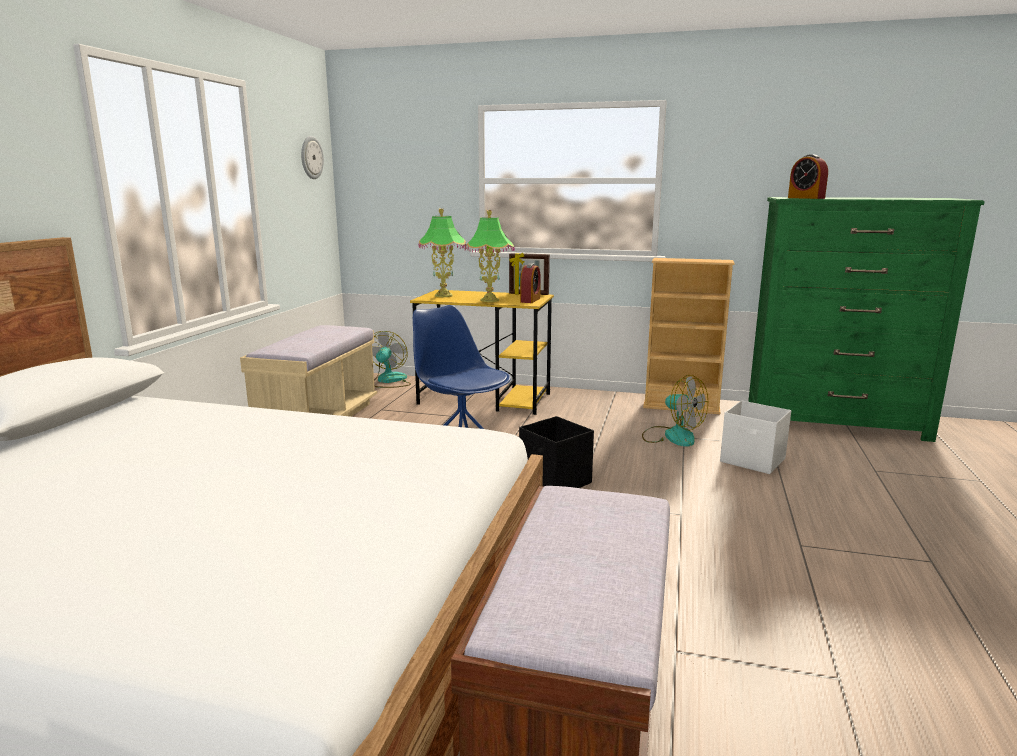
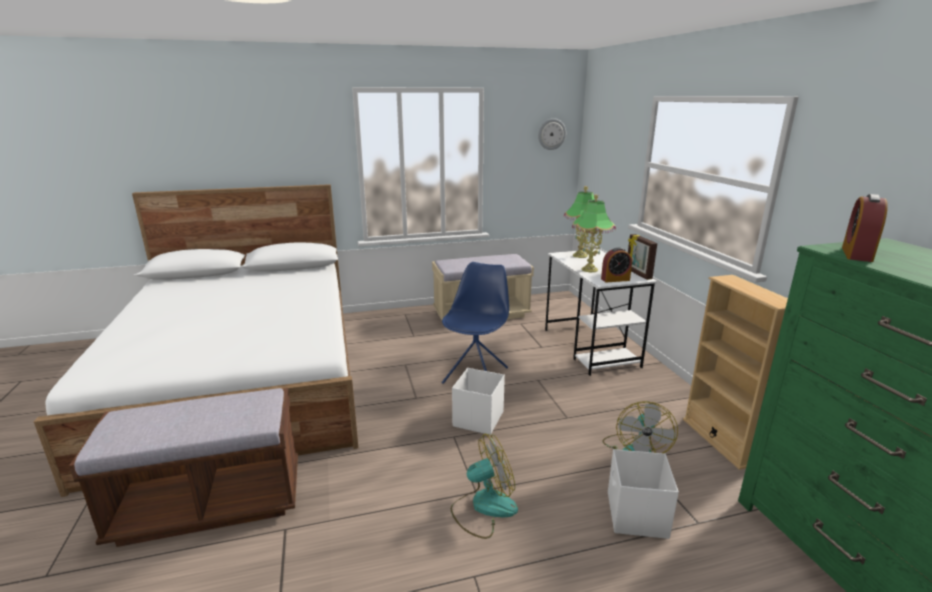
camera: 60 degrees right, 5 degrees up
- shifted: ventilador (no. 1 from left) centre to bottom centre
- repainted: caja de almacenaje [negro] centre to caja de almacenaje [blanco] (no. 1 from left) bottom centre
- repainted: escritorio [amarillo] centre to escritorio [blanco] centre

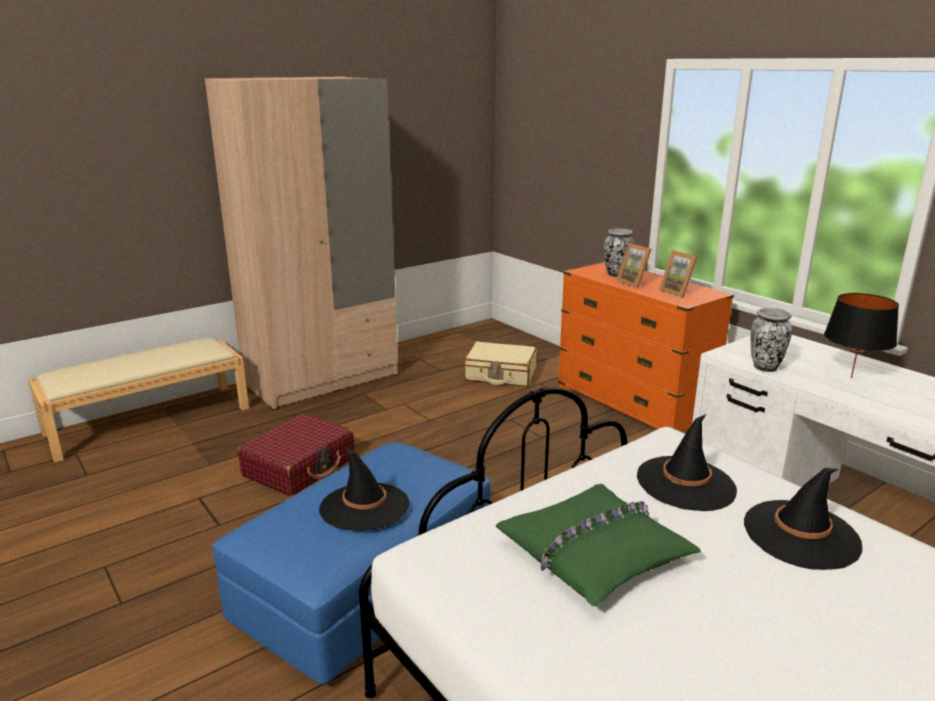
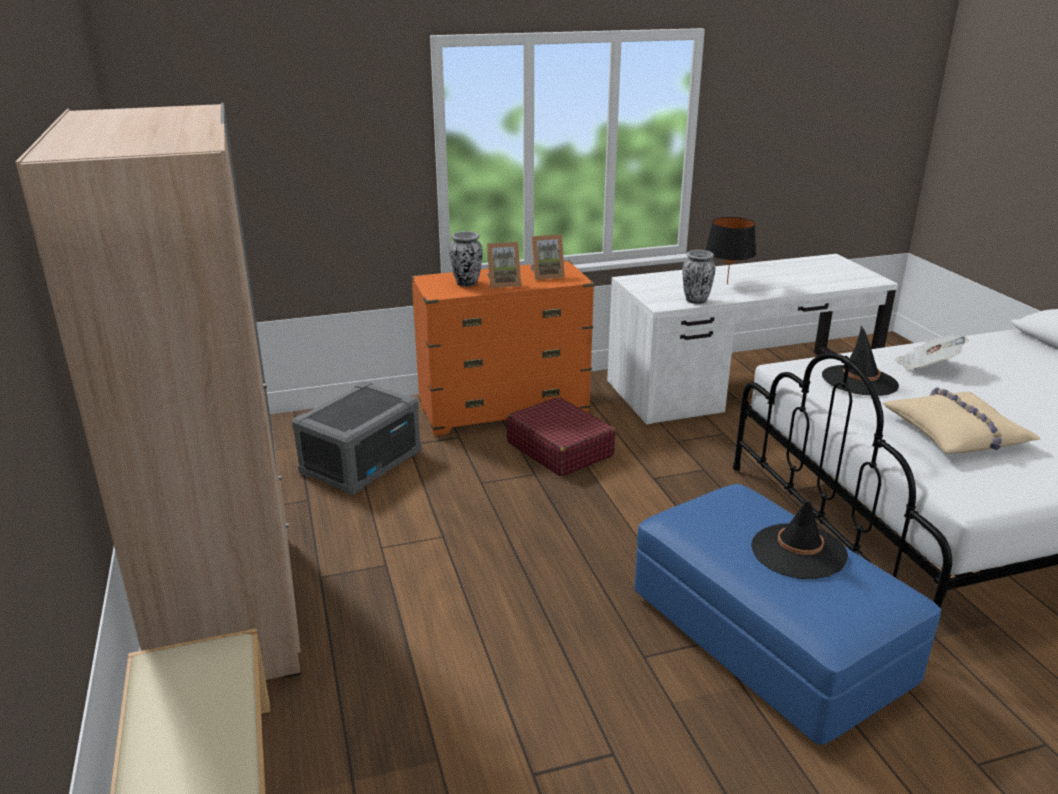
camera: 70 degrees left, 5 degrees up
- swapped: maleta [beis] centre to caja de almacenaje [gris] centre
- shifted: maleta [rojo] middle left to centre
- repainted: cojín [verde] bottom centre to cojín [beis] middle right
- swapped: sombrero [negro] (no. 3 from left) bottom right to periódico middle right

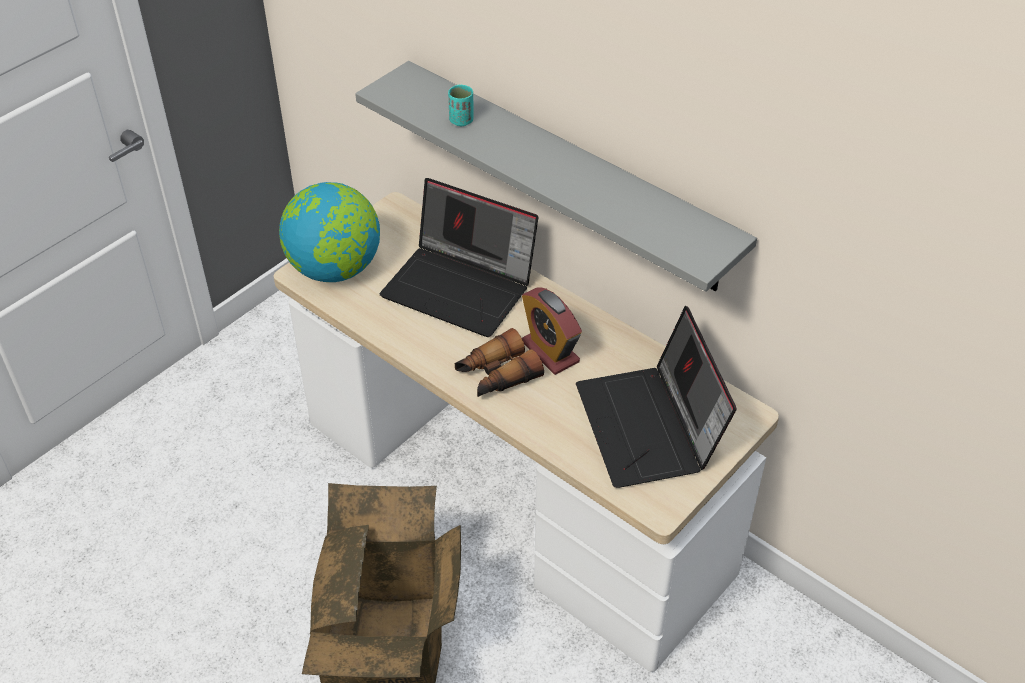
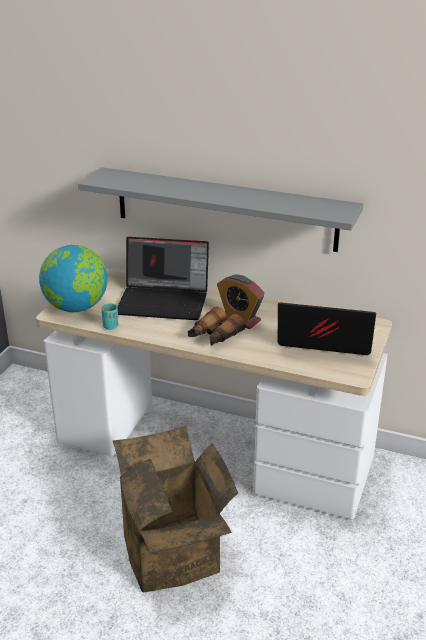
camera: 20 degrees left, 15 degrees down
- shifted: taza [turquesa] top centre to middle left
- rotated: portátil (no. 2 from left) centre = middle right 135 degrees clockwise

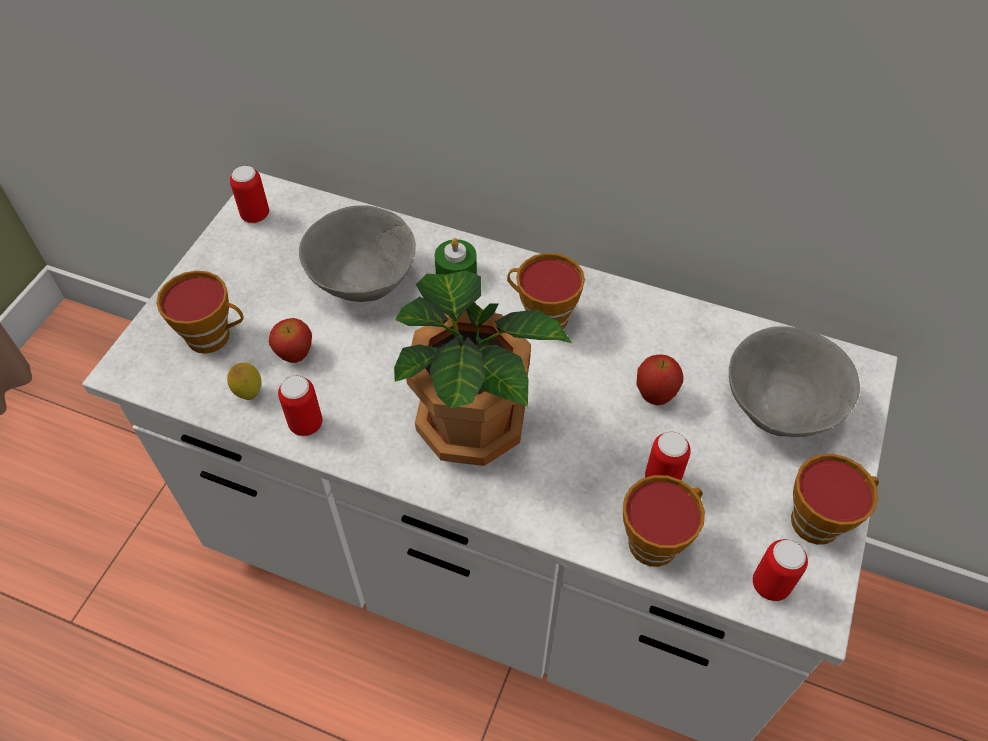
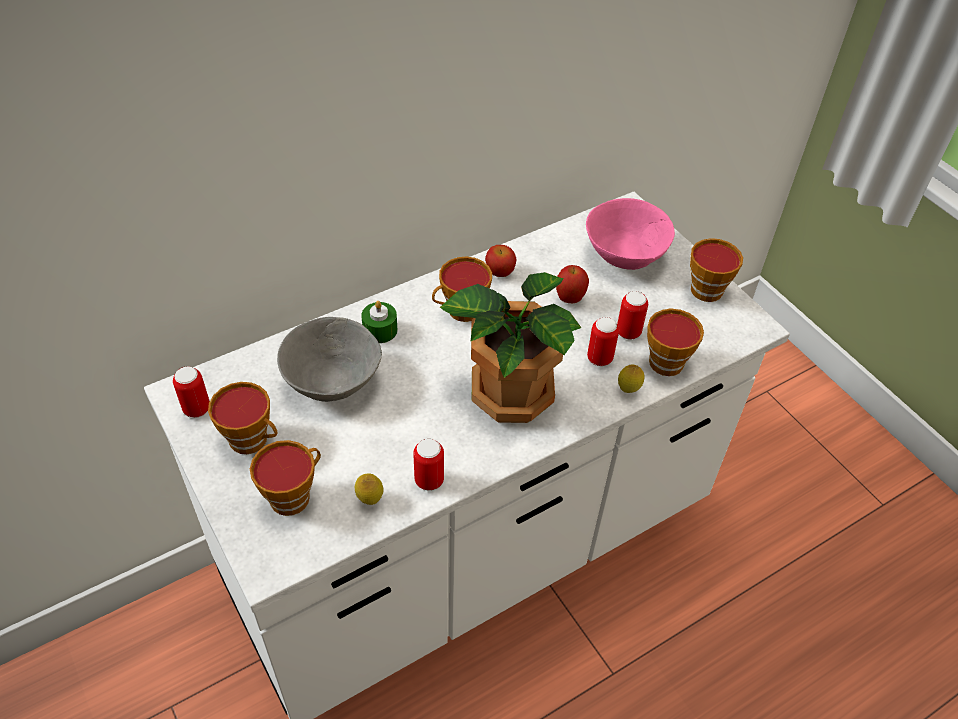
camera: 55 degrees left, 5 degrees down
- new: taza (no. 1 from left) middle left
- shifted: manzana (no. 1 from left) middle left to centre
- repainted: cuenco [gris] (no. 2 from left) middle right to cuenco [rosa] top centre
- shifted: lata (no. 4 from left in the first image) bottom right to lata (no. 3 from left) centre
- new: limón (no. 2 from left) centre

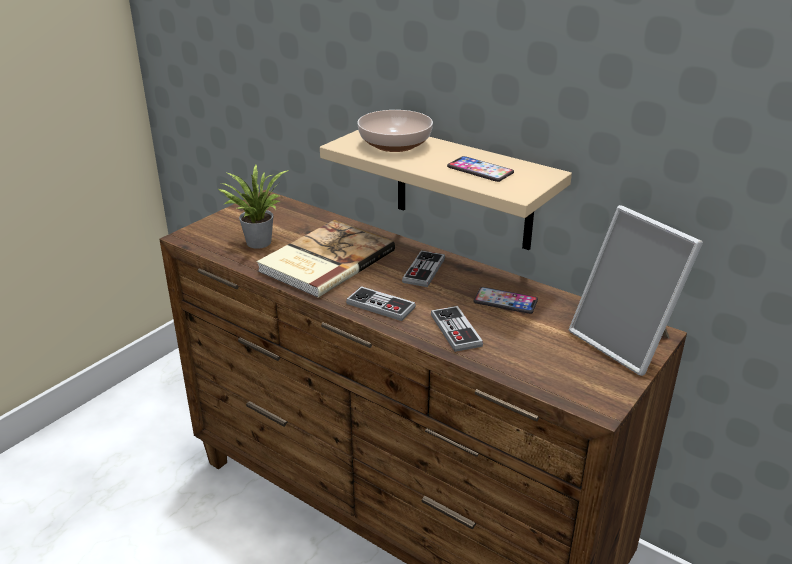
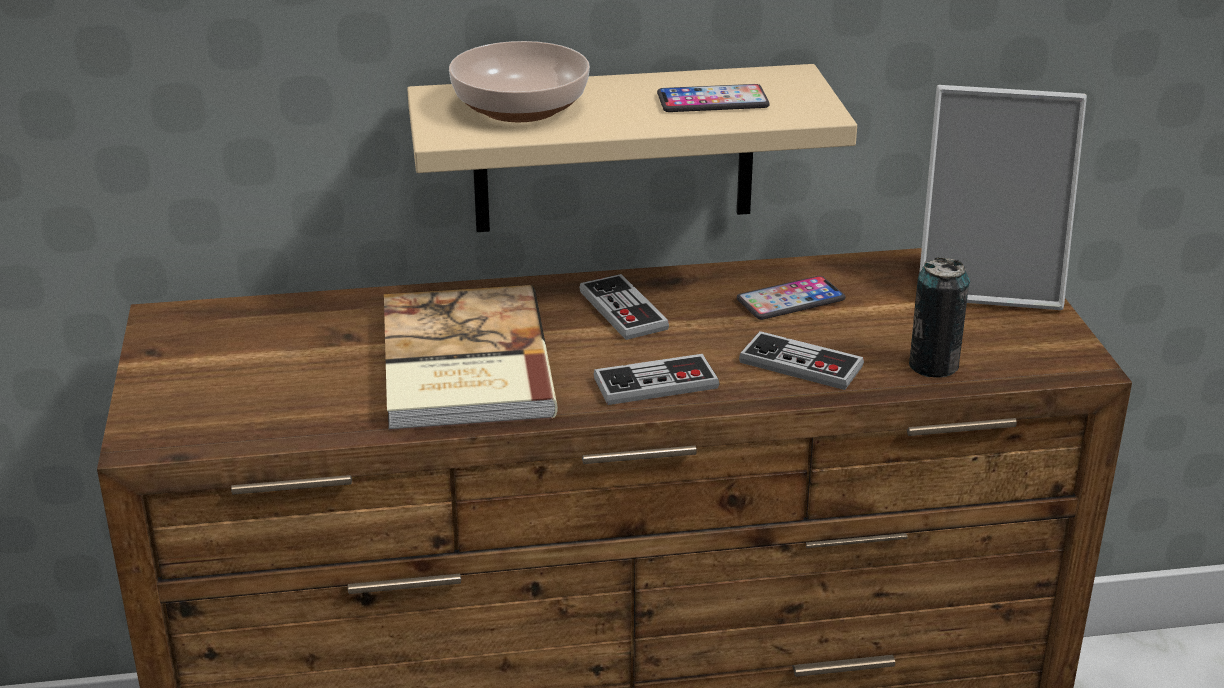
camera: 45 degrees left, 0 degrees up
- new: lata middle right
- gone: planta en maceta middle left

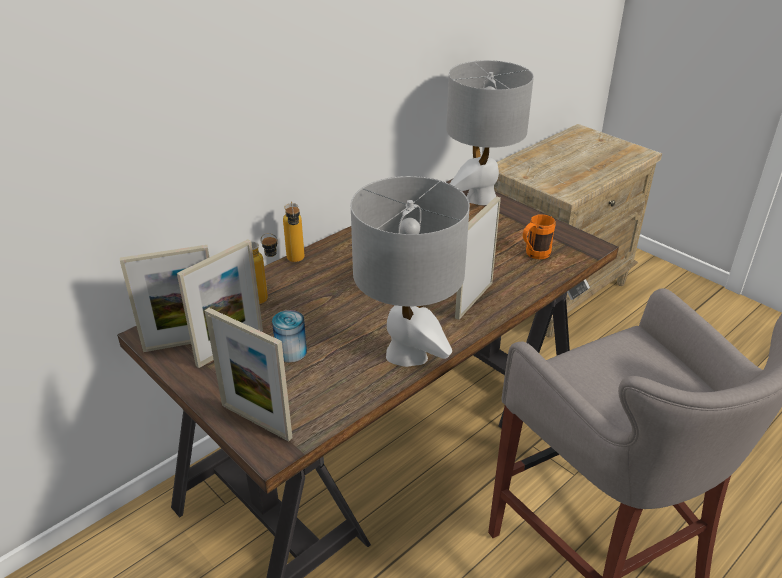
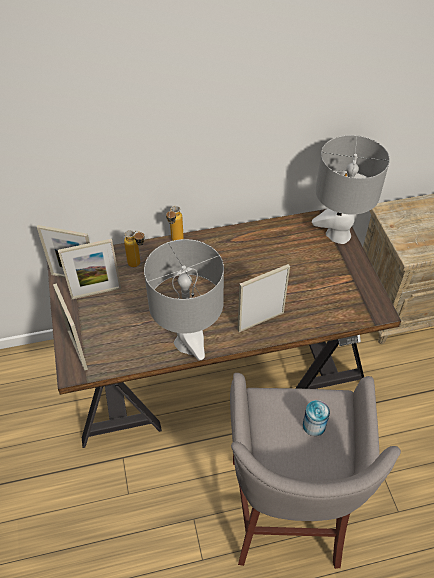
camera: 30 degrees right, 15 degrees up
- shifted: lata centre to bottom right
- gone: taza grande [naranja] middle right

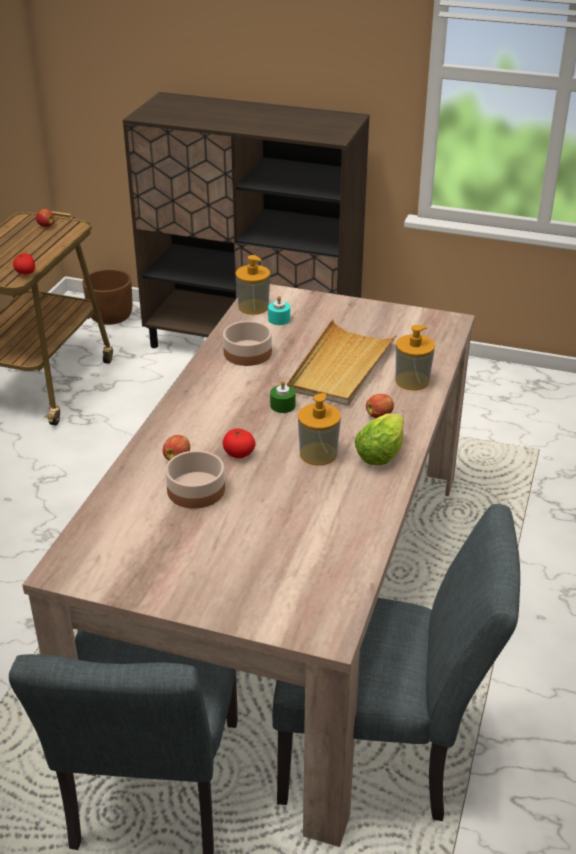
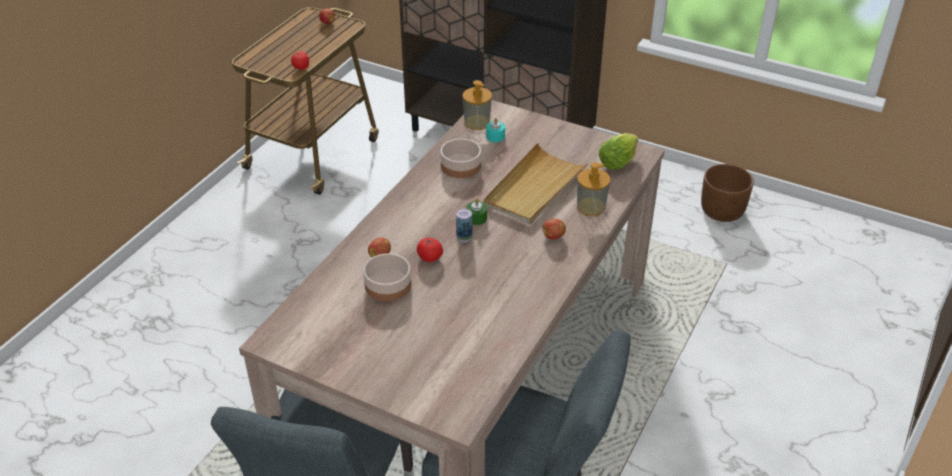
camera: 10 degrees right, 5 degrees up
- new: lata centre
- shifted: lechuga centre to top centre
- shifted: maceta [marrón] middle left to middle right
- gone: dispensador de jabón (no. 2 from left) centre

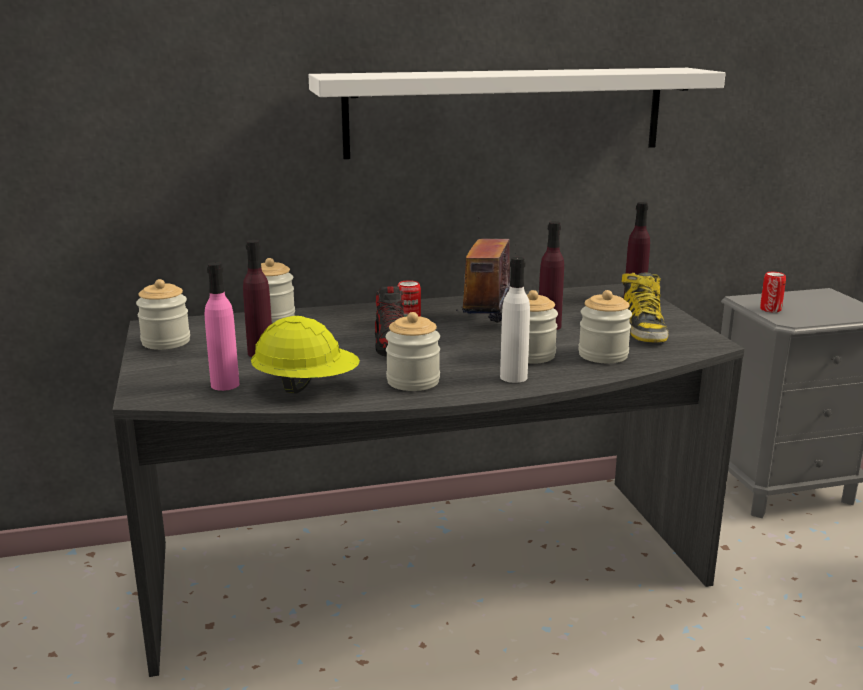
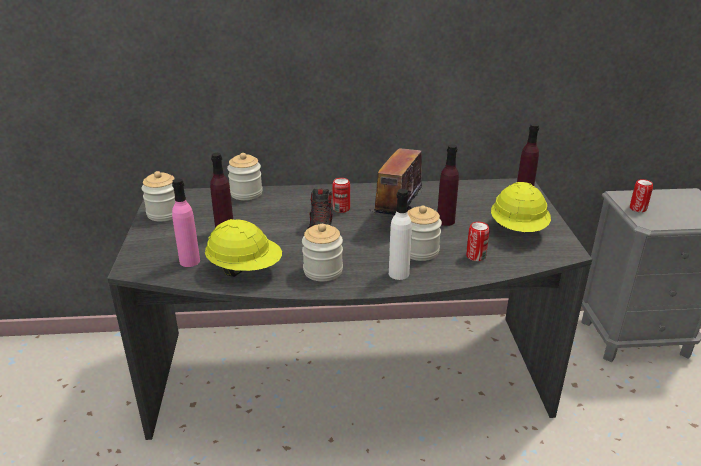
camera: 10 degrees right, 10 degrees up
- swapped: tarro (no. 5 from left) middle right to lata (no. 2 from left) middle right
- swapped: bota middle right to casco [amarillo] (no. 2 from left) middle right
- gone: estante [blanco] top centre

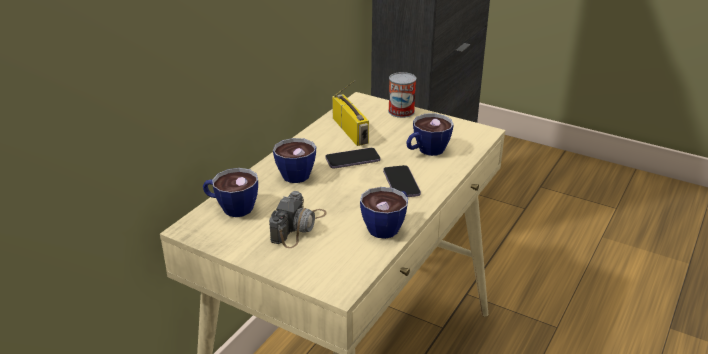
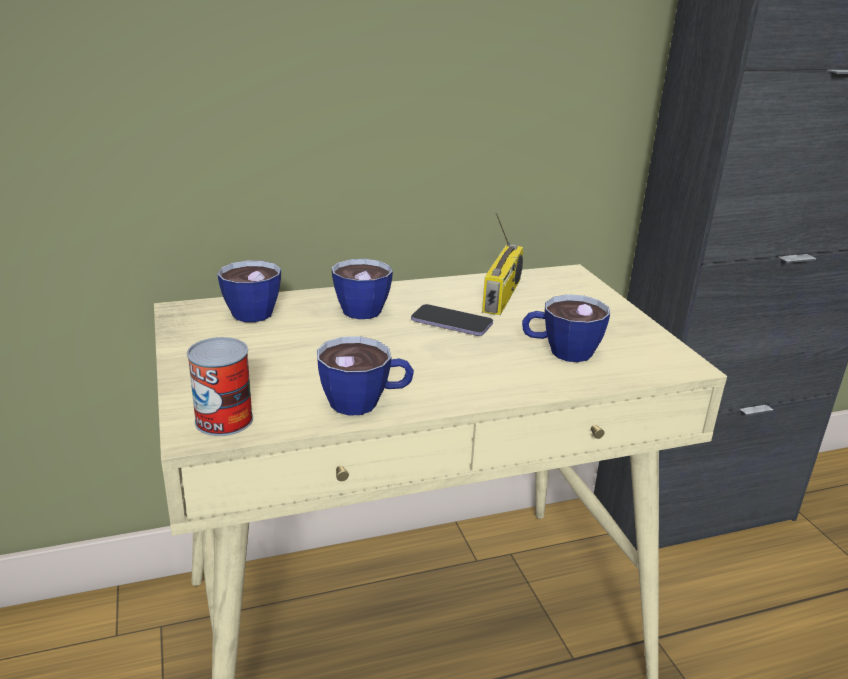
camera: 40 degrees right, 5 degrees down
- shifted: lata top centre to middle left
- gone: cámara centre
- gone: móvil (no. 2 from left) centre

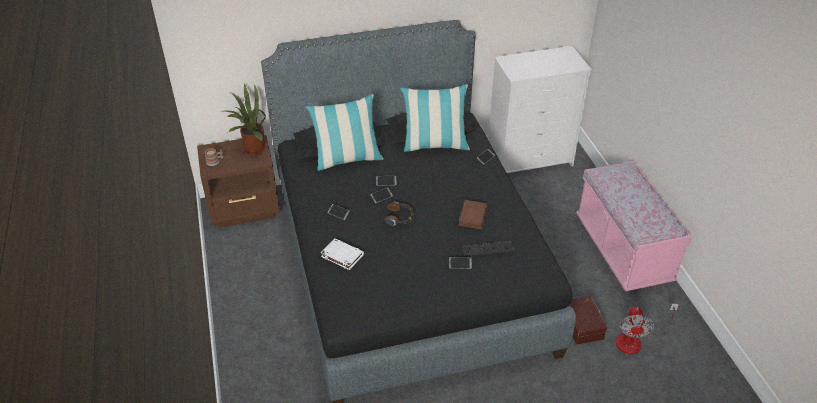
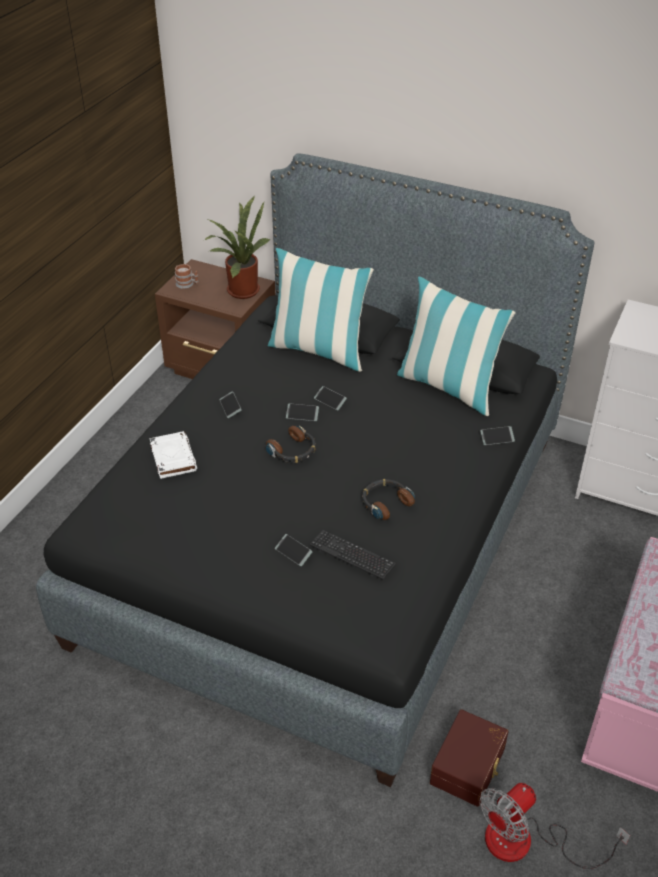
camera: 40 degrees right, 0 degrees up
- swapped: libro [marrón] centre to auriculares (no. 2 from left) centre

